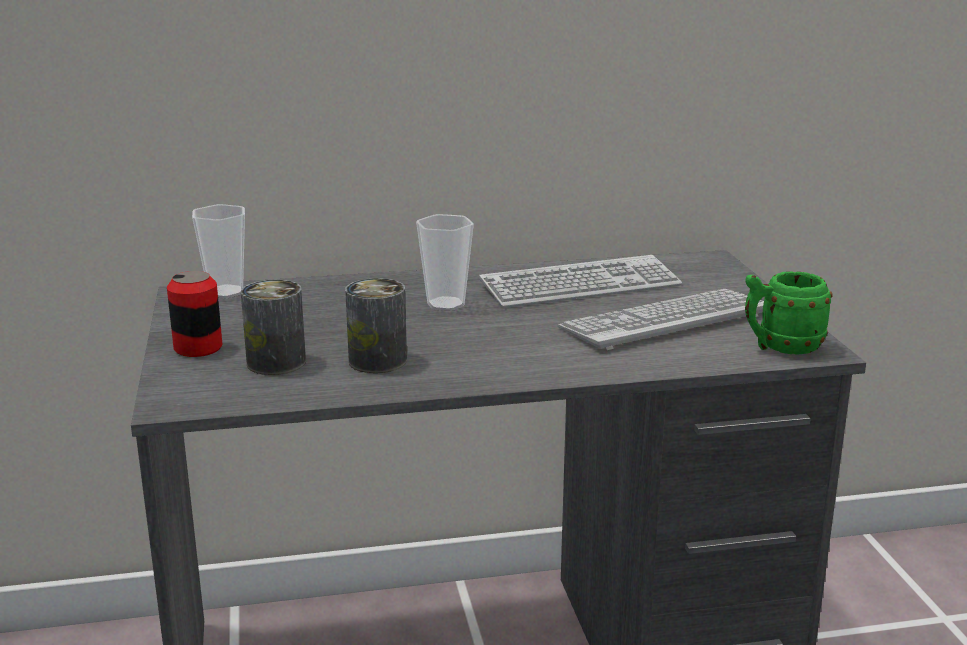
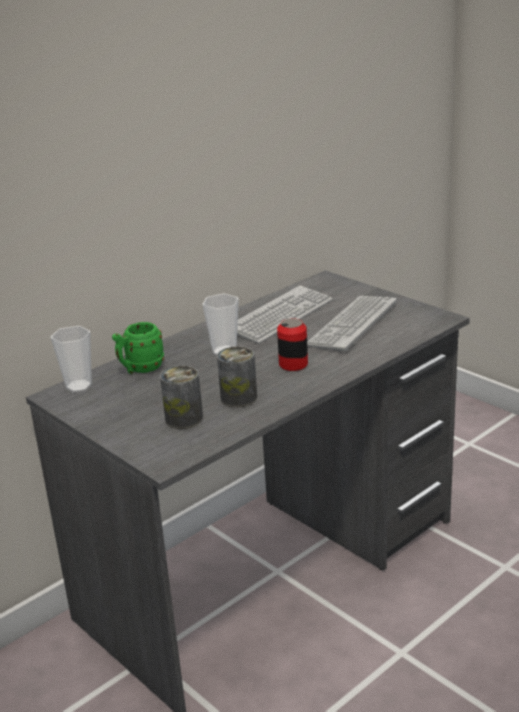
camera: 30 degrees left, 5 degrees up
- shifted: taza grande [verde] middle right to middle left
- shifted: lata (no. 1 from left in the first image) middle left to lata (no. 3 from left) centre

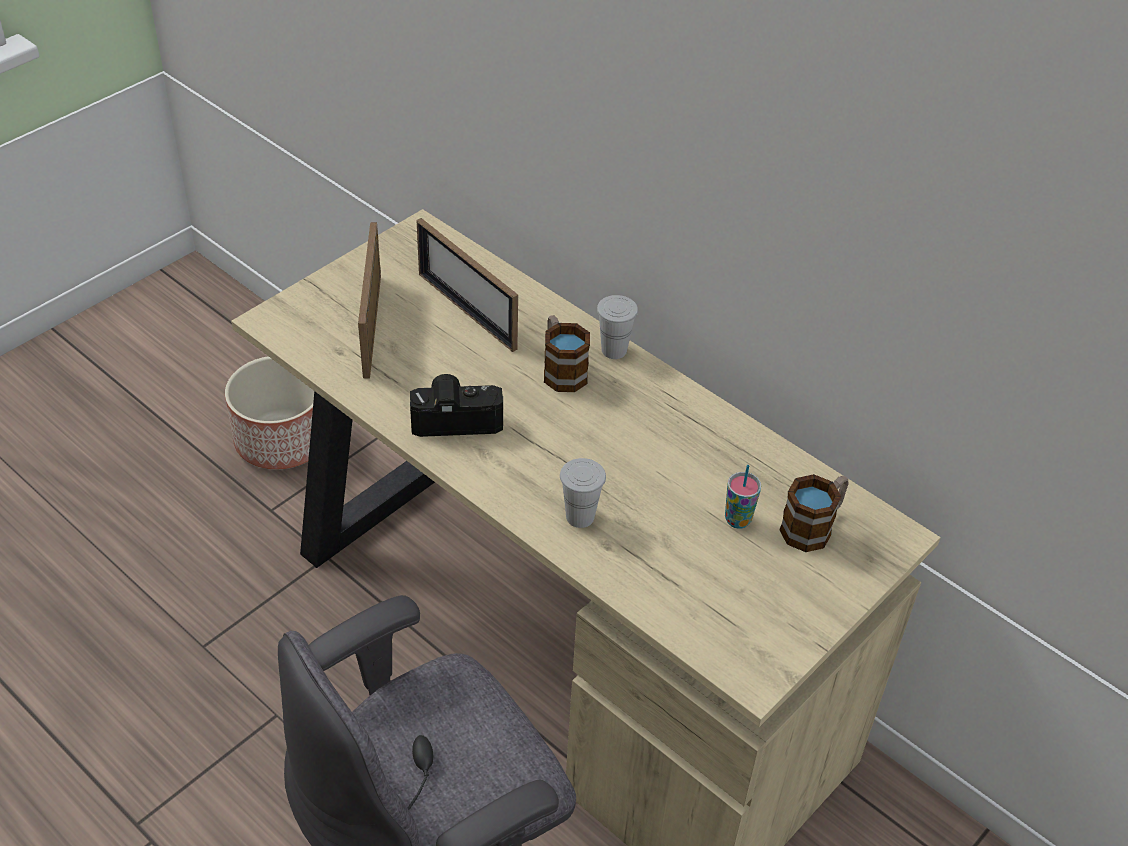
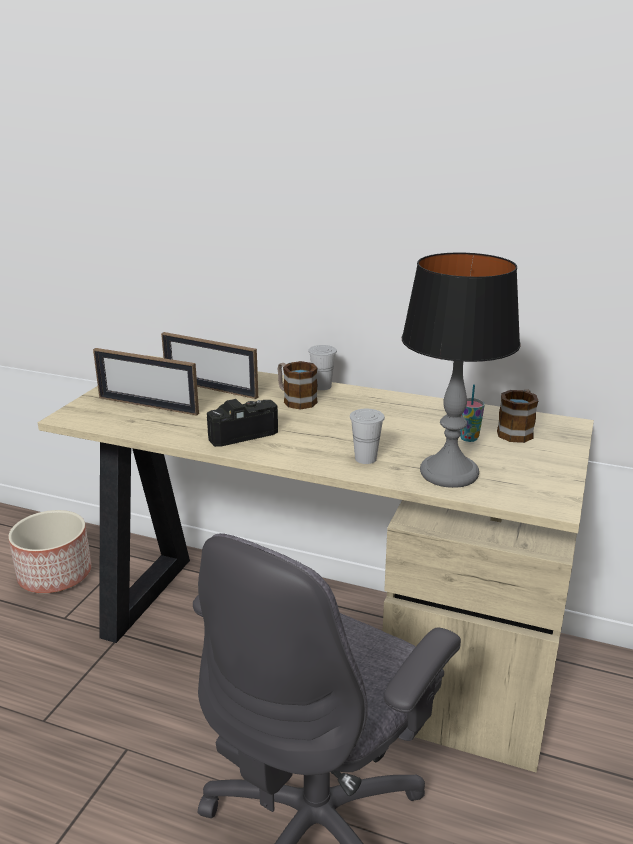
camera: 20 degrees left, 20 degrees down
- rotated: portarretratos (no. 1 from left) middle left = middle left 45 degrees counterclockwise
- new: lámpara de mesa middle right

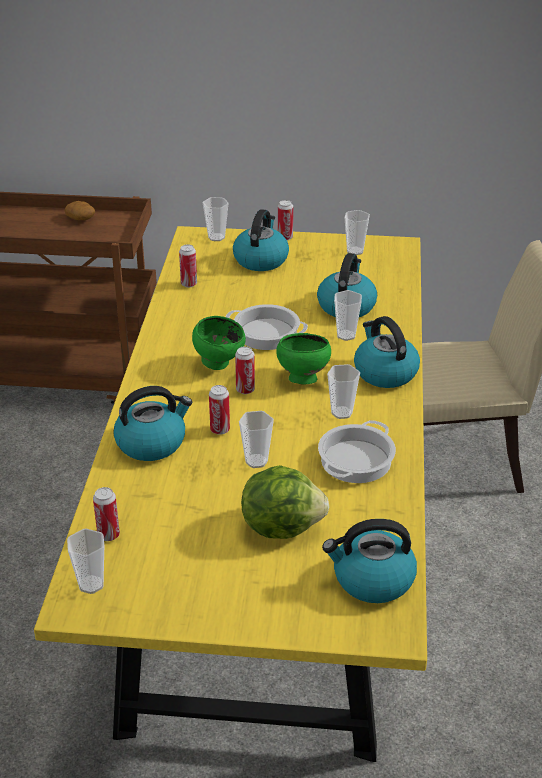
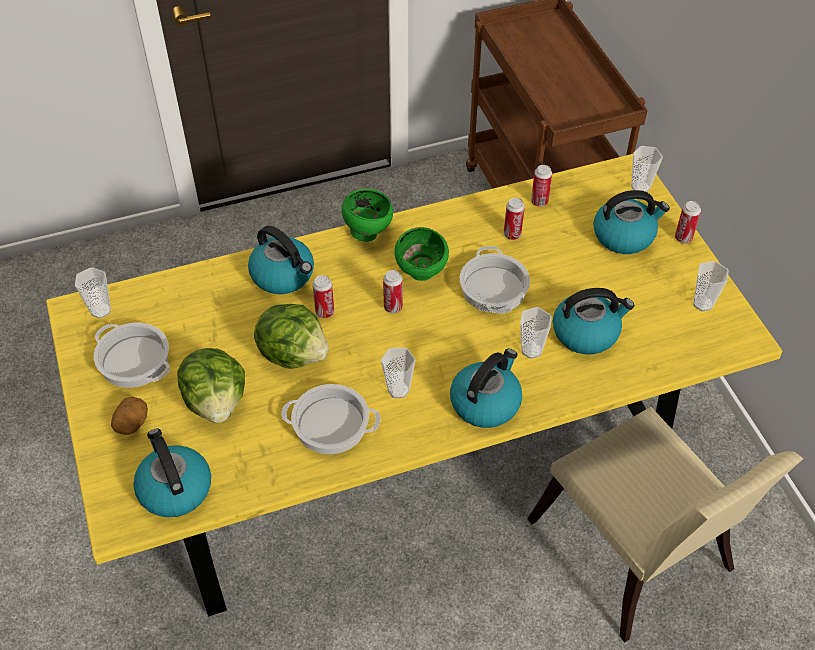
camera: 65 degrees right, 15 degrees up
- new: olla (no. 1 from left) middle left
- shifted: patata top left to middle left
- swapped: taza (no. 3 from left) centre to lechuga (no. 2 from left) centre
- shifted: cuenco [verde] (no. 2 from left in the first image) centre to cuenco [verde] (no. 1 from left) top centre
- shifted: lata (no. 1 from left in the first image) middle left to lata (no. 3 from left) centre

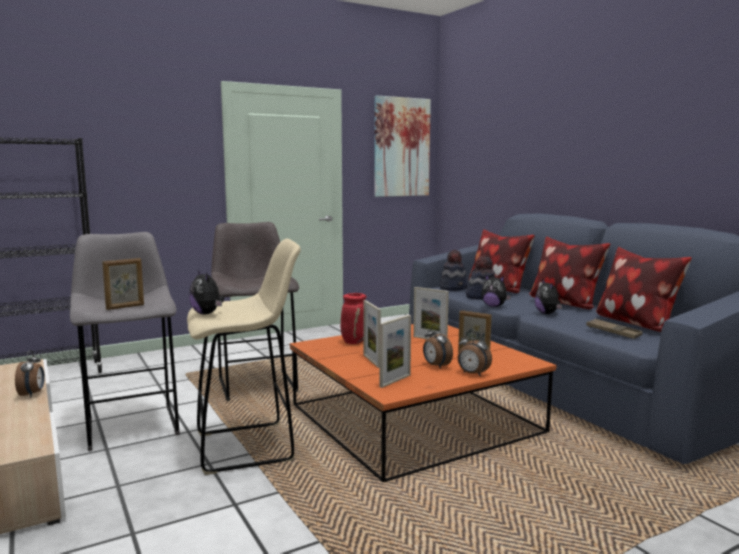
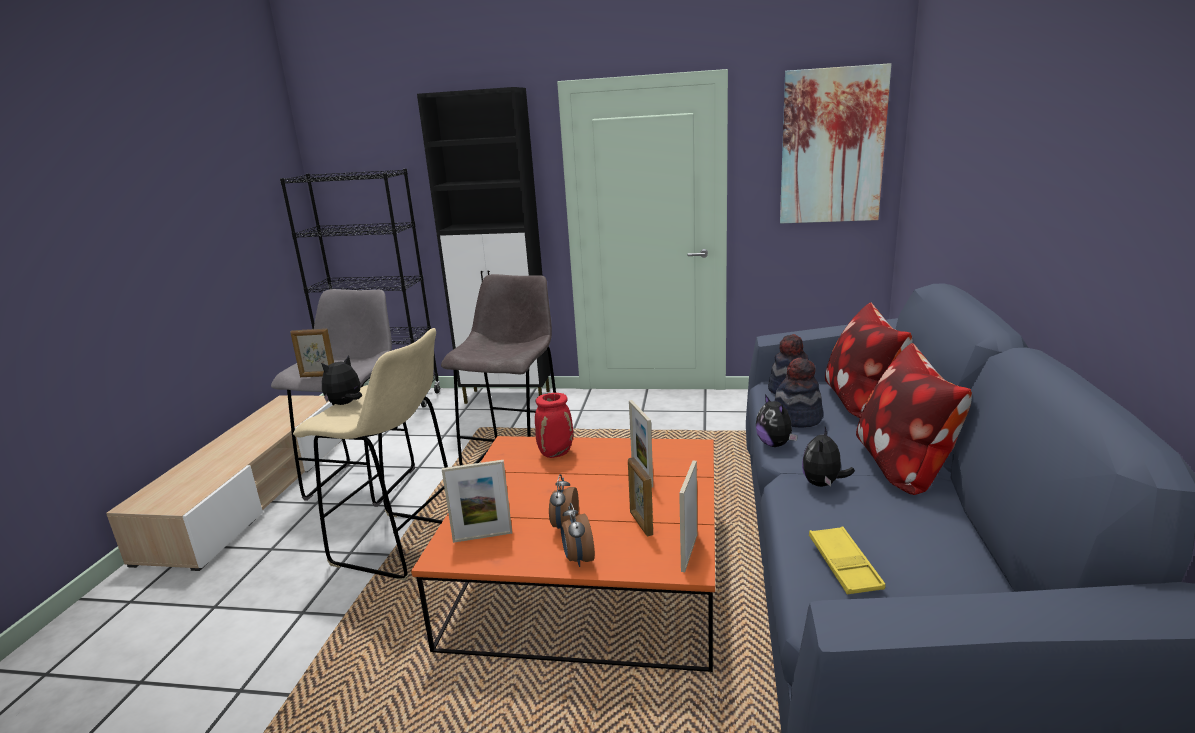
camera: 40 degrees right, 10 degrees up
- rotated: peluche (no. 1 from left) middle left = middle left 45 degrees clockwise
- new: armario [negro] centre
- shifted: portarretratos (no. 2 from left in the first image) centre to portarretratos (no. 5 from left) bottom centre
- repainted: bandeja [marrón] middle right to bandeja [amarillo] bottom right
- gone: despertador (no. 1 from left) bottom left
- gone: cojín (no. 3 from left) middle right

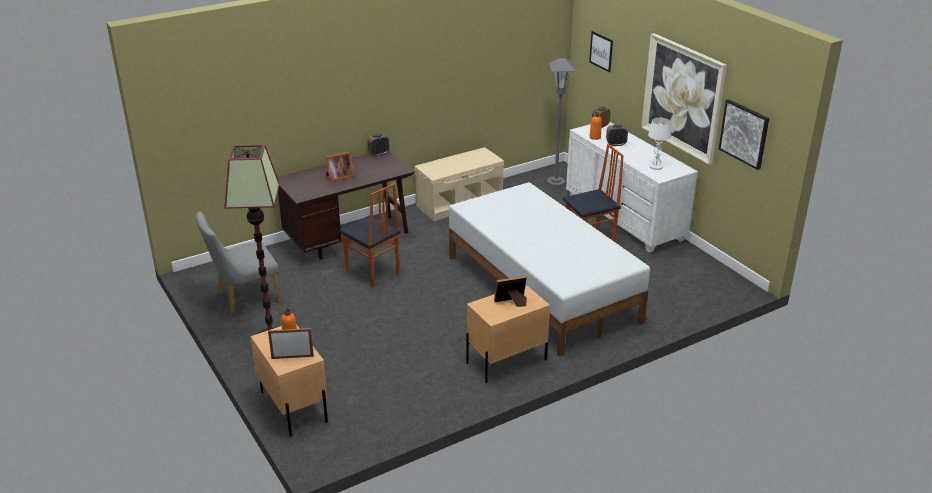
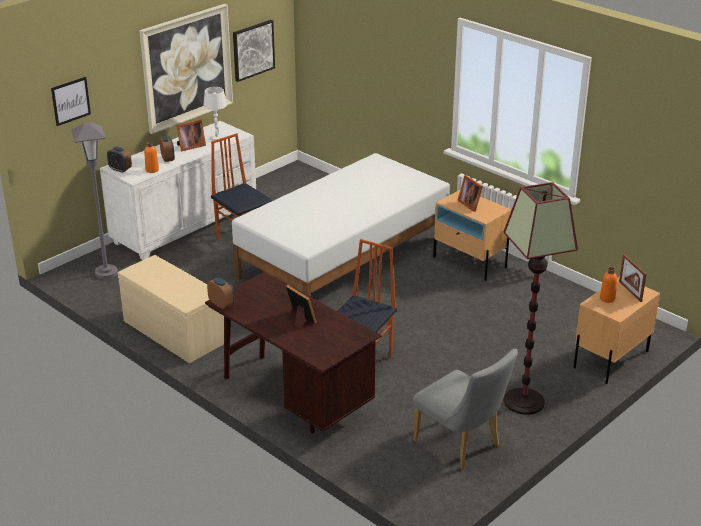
camera: 105 degrees left, 0 degrees up
- new: portarretratos (no. 1 from left) top left

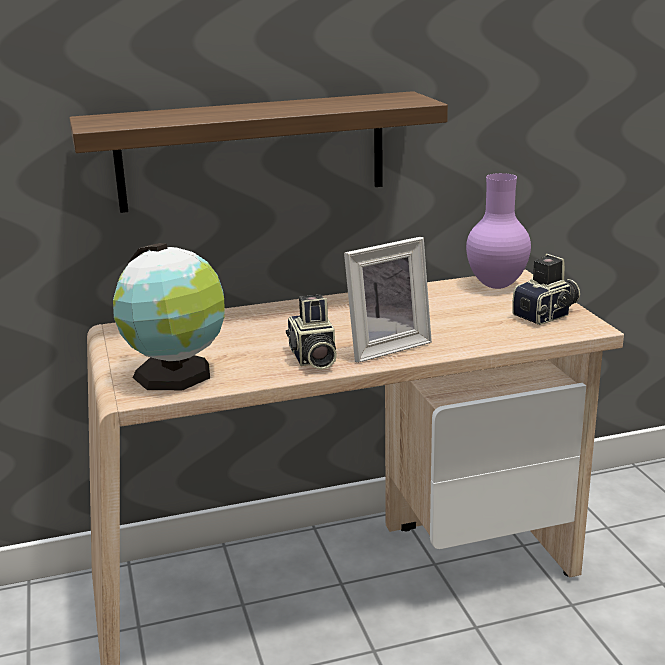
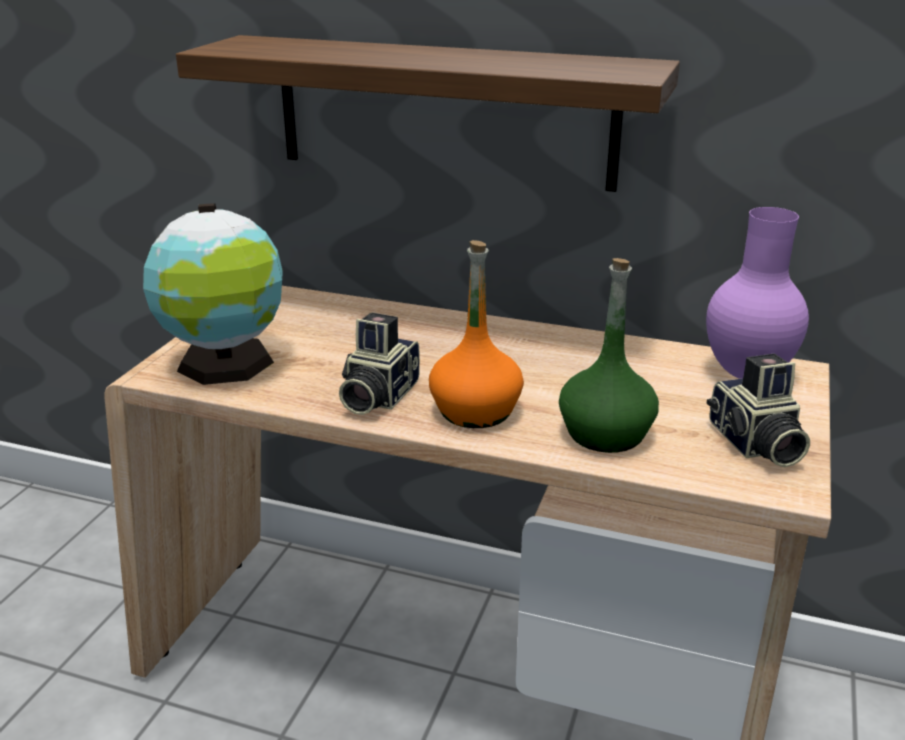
camera: 35 degrees right, 5 degrees up
- swapped: portarretratos centre to botella [naranja] centre
- new: botella [verde] middle right
- rotated: cámara (no. 2 from left) middle right = middle right 75 degrees clockwise

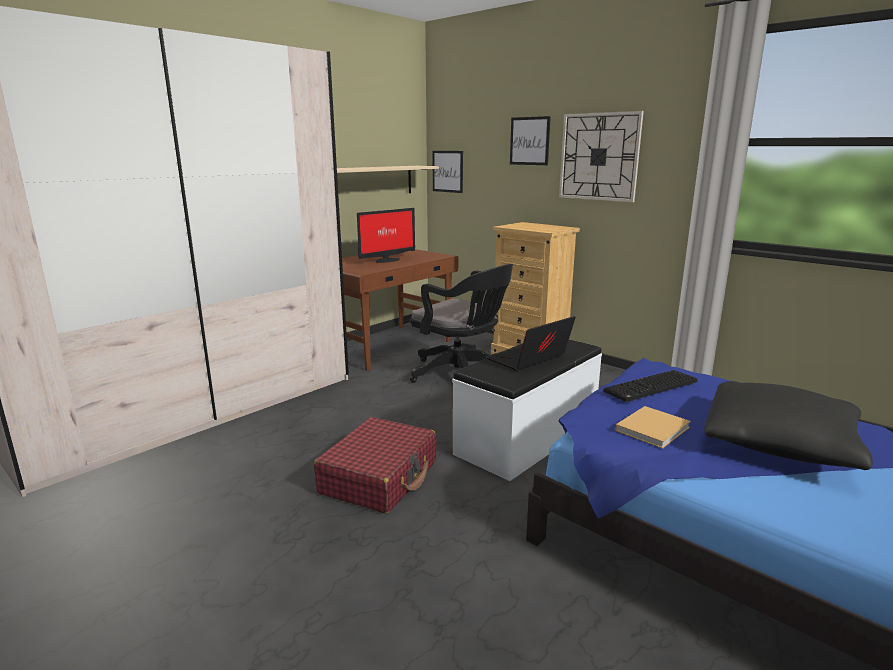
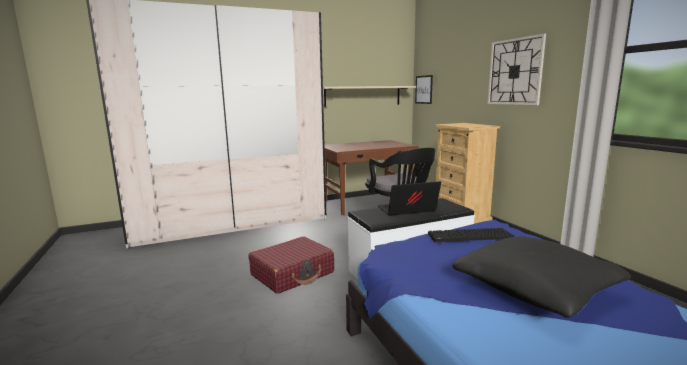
camera: 25 degrees right, 5 degrees down
- gone: monitor centre
- gone: cuadro (no. 2 from left) top centre
- gone: libro [beis] middle right

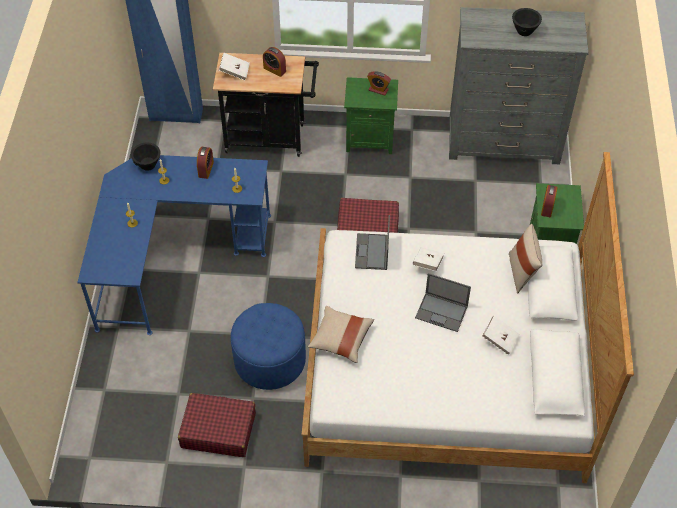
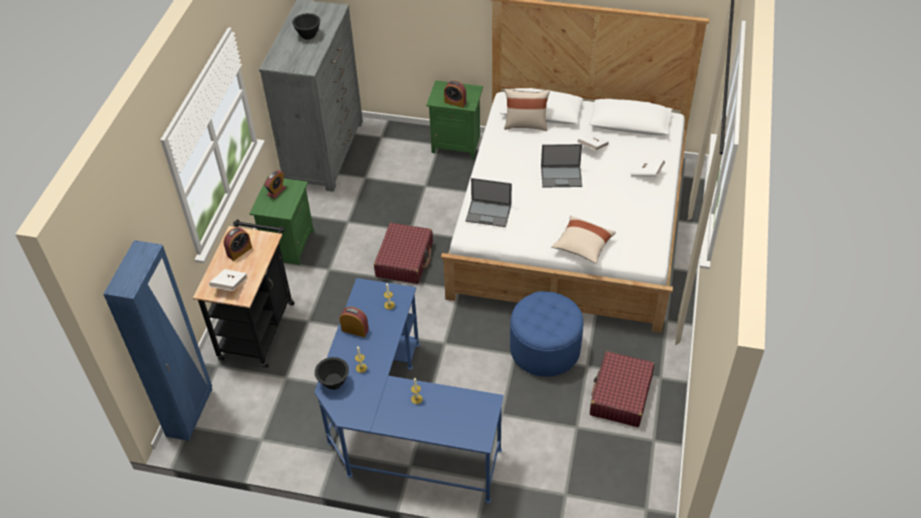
camera: 80 degrees left, 5 degrees down
- rotated: portátil (no. 2 from left) centre = top centre 60 degrees clockwise
- shifted: libro [blanco] (no. 2 from left in the first image) centre to libro [blanco] (no. 3 from left) top right

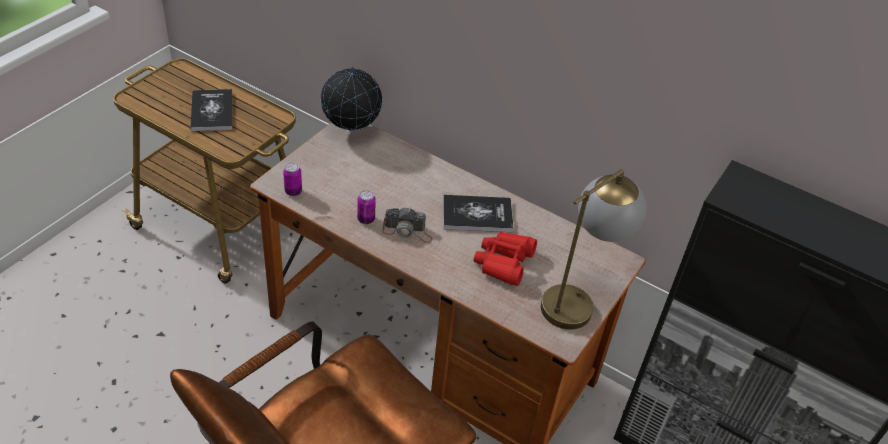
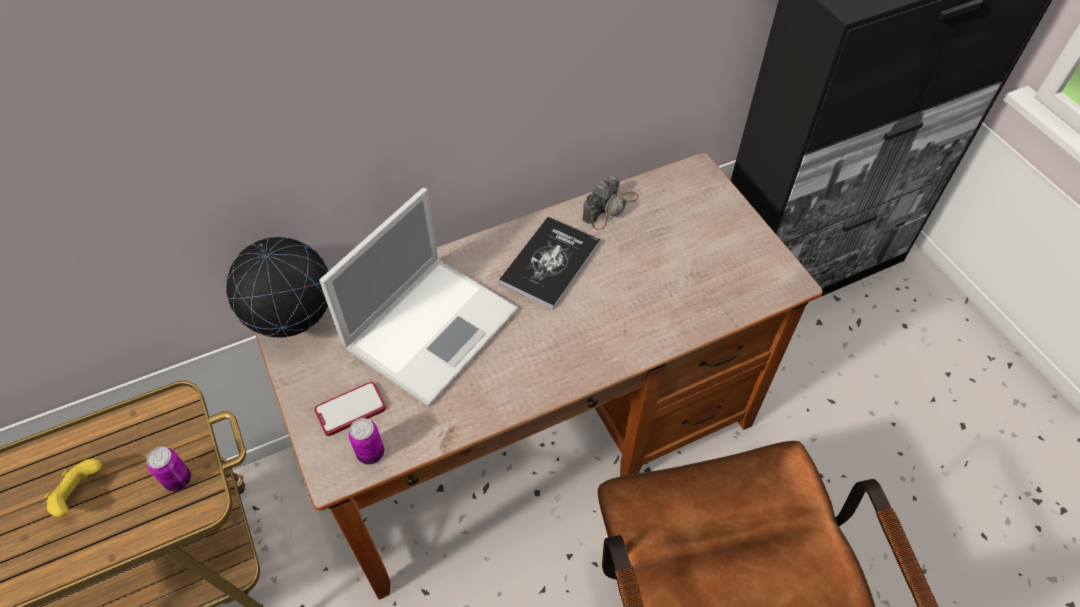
camera: 55 degrees left, 10 degrees up
- swapped: libro (no. 1 from left) top left to mando de consola [amarillo] bottom left
- shifted: lata (no. 2 from left in the first image) centre to lata (no. 1 from left) bottom left
- new: móvil bottom left
- new: portátil centre
- shifted: cámara centre to top centre
- gone: prismáticos [rojo] centre
- gone: lámpara de mesa middle right

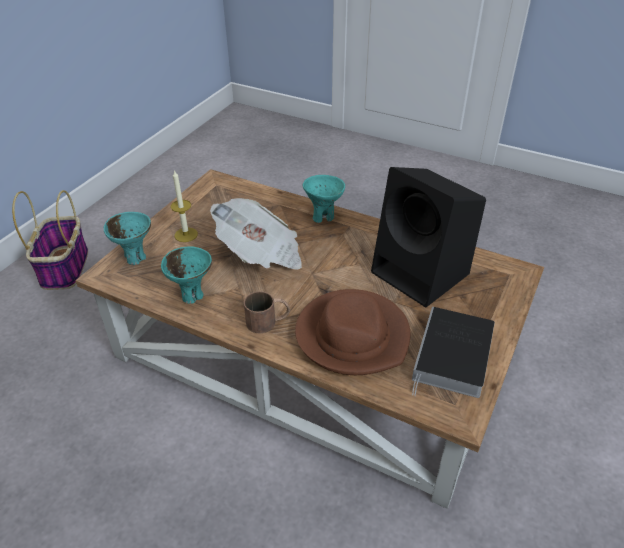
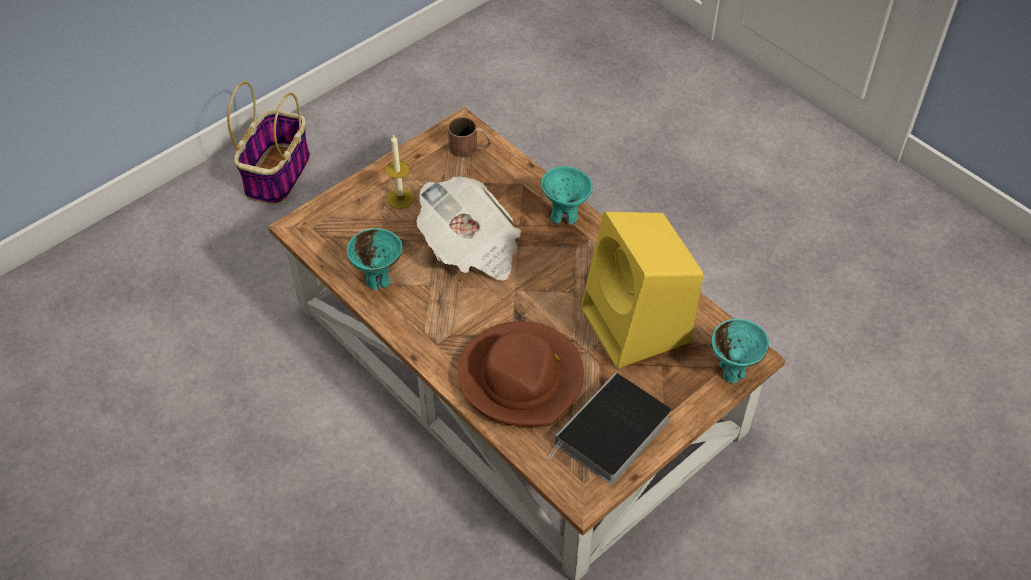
camera: 20 degrees right, 10 degrees up
- shifted: taza grande [marrón] centre to top centre
- repainted: altavoz [negro] middle right to altavoz [amarillo] centre
- shifted: cuenco [turquesa] (no. 1 from left in the first image) middle left to cuenco [turquesa] (no. 3 from left) middle right

